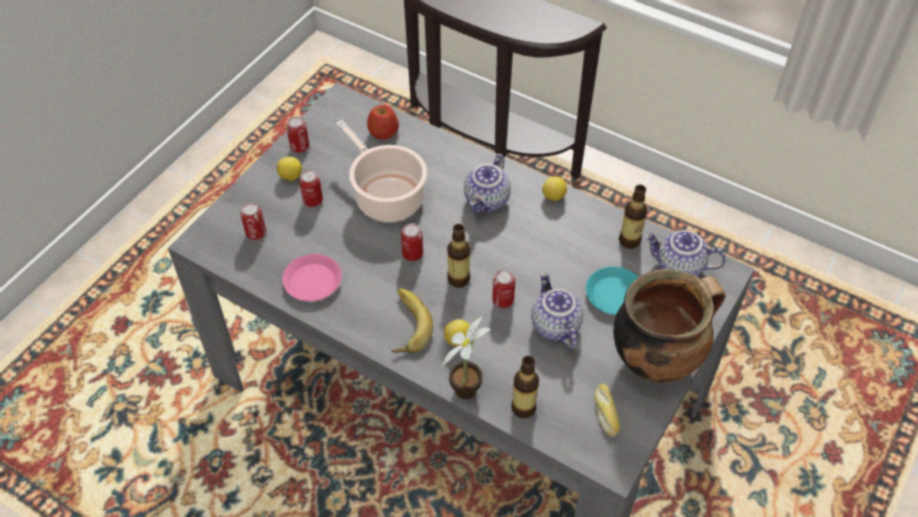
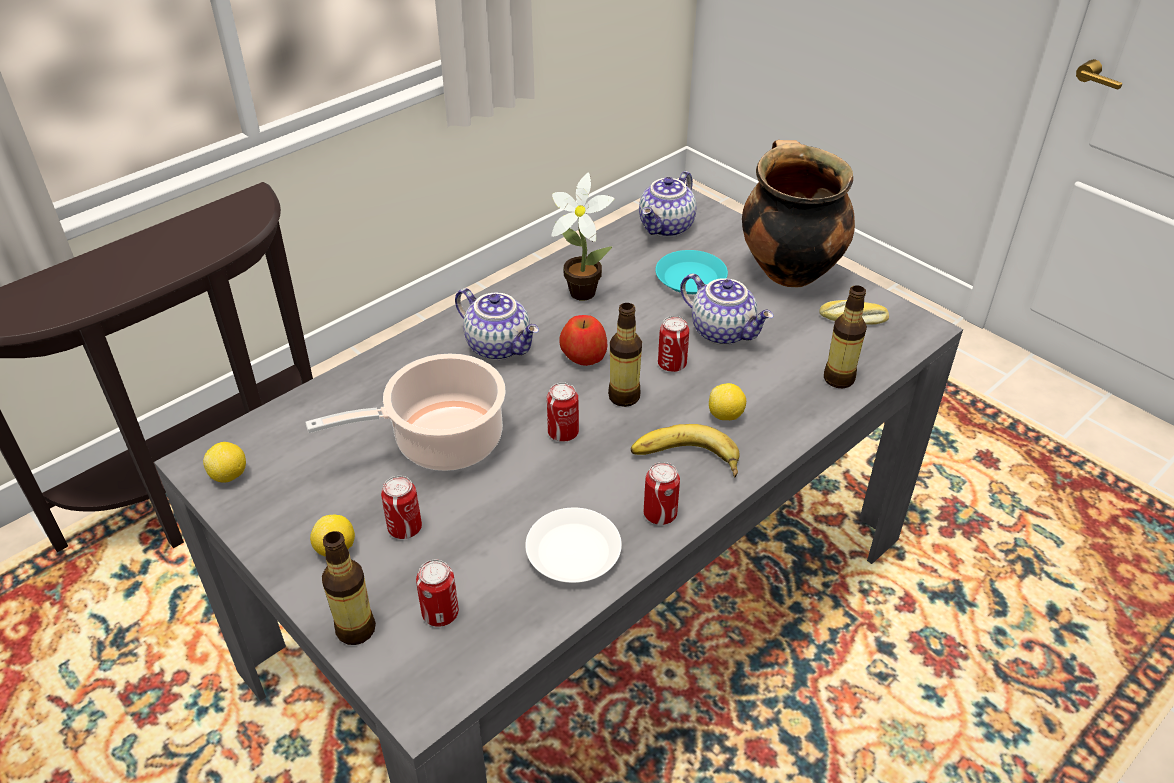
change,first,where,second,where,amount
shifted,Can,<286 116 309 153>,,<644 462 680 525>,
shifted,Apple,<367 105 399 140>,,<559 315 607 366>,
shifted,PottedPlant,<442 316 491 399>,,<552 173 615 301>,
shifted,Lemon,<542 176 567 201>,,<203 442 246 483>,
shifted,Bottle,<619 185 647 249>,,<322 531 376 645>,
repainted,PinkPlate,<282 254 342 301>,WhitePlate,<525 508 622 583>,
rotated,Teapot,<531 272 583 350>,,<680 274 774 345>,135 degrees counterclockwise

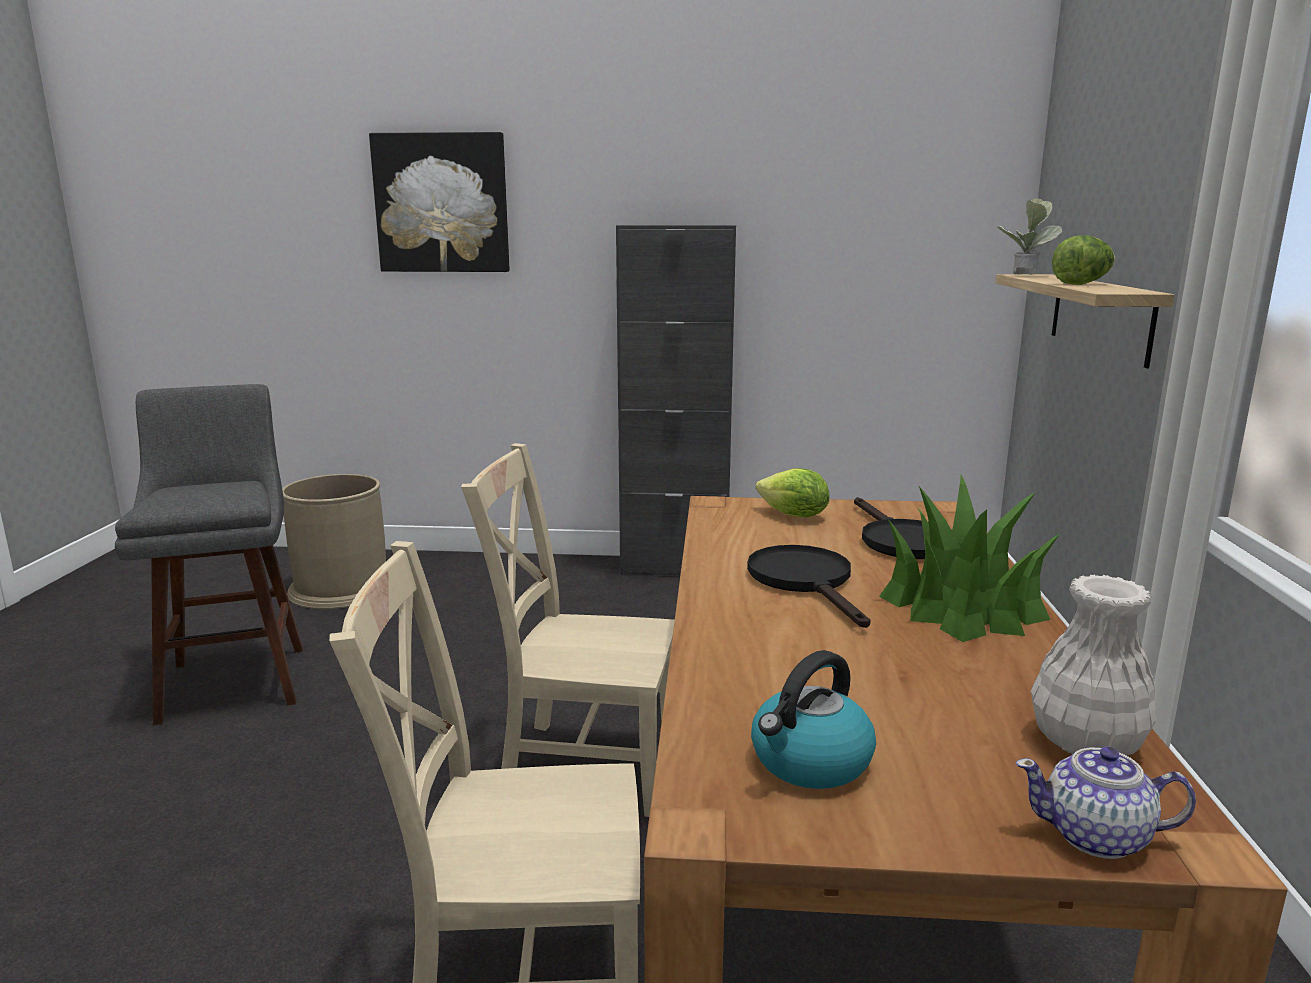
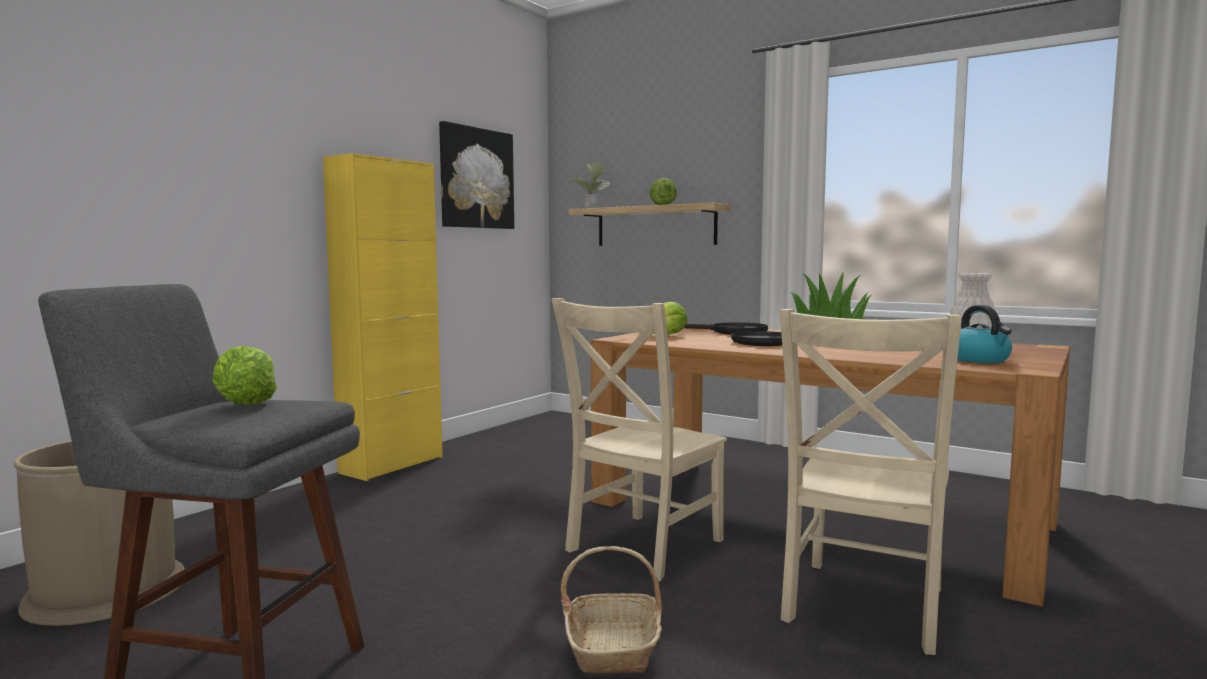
change,first,where,second,where,amount
gone,Teapot,<1016 747 1196 859>,,,
new,,,Lettuce,<212 346 277 405>,
new,,,Basket,<561 546 662 673>,
shifted,Picture,<369 132 510 272>,,<439 121 514 229>,
repainted,BlackCabinet,<616 225 736 575>,YellowCabinet,<323 153 443 481>,

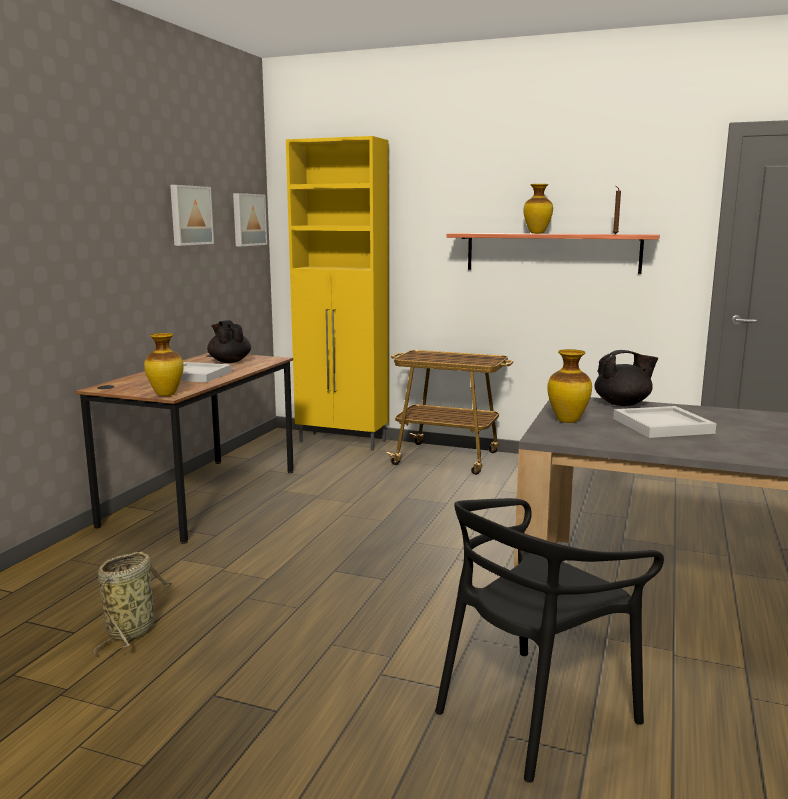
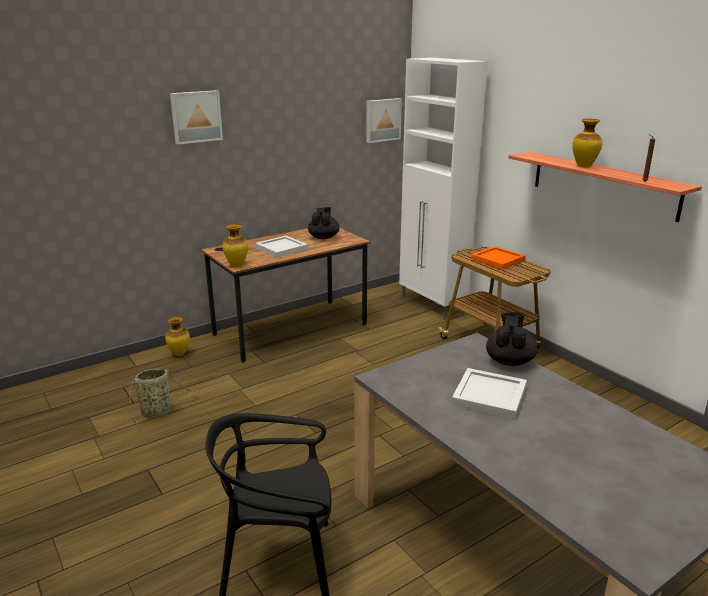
change,first,where,second,where,amount
new,,,OrangeTray,<471 246 526 270>,
shifted,Picture,<170 185 214 246>,,<170 90 223 144>,
shifted,Vase,<547 349 592 423>,,<165 316 190 356>,
repainted,YellowCabinet,<286 136 389 451>,WhiteCabinet,<399 58 488 320>,
rotated,BlackTeapot,<595 350 658 406>,,<486 312 538 366>,105 degrees counterclockwise

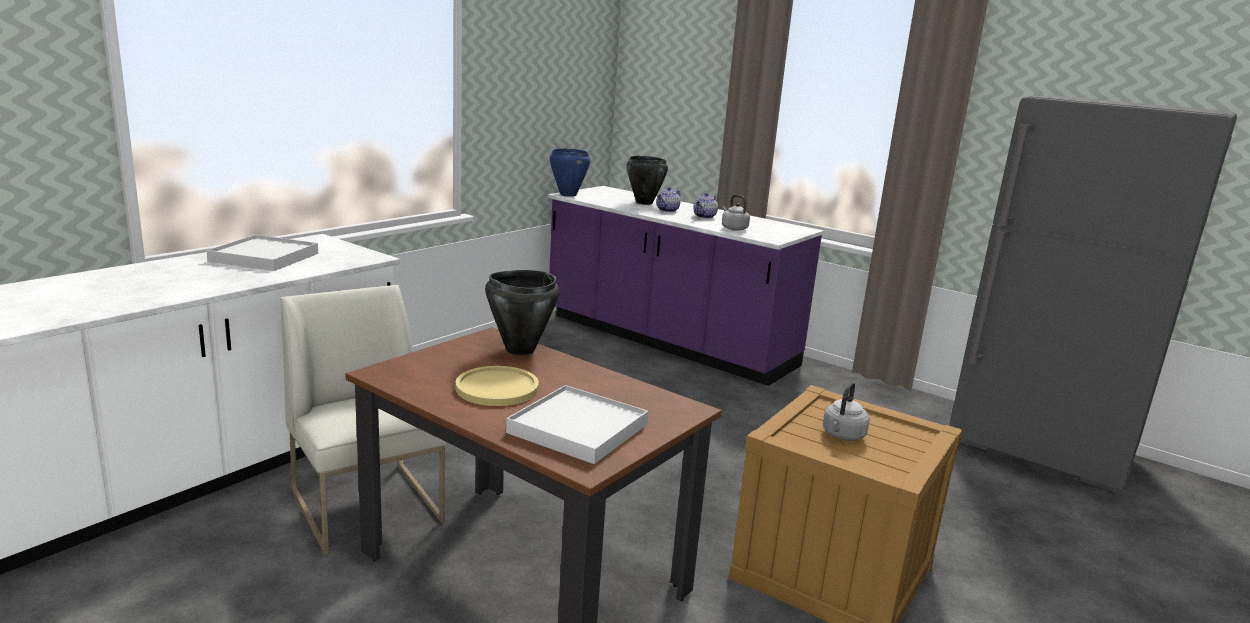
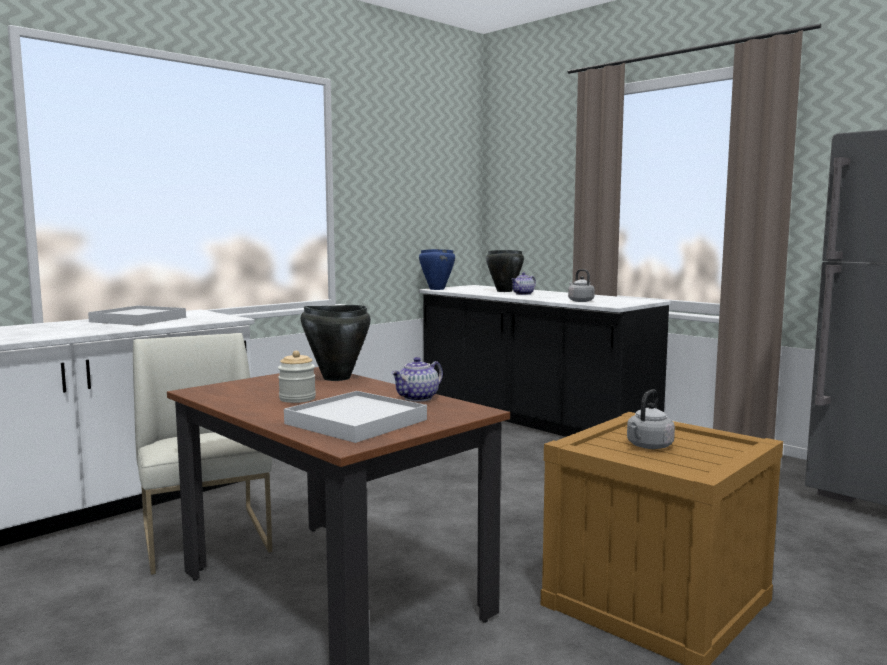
change,first,where,second,where,amount
shifted,Teapot,<693 193 718 219>,,<391 357 443 402>,
swapped,YellowPlate,<456 366 539 406>,Jar,<278 351 316 403>,
repainted,PurpleCounter,<548 186 824 386>,BlackCounter,<419 285 671 437>,

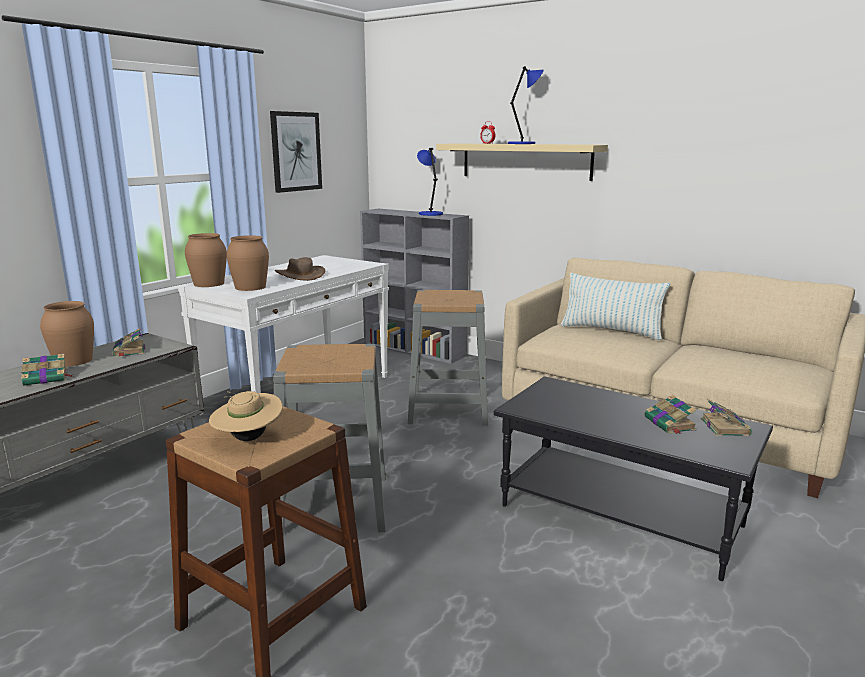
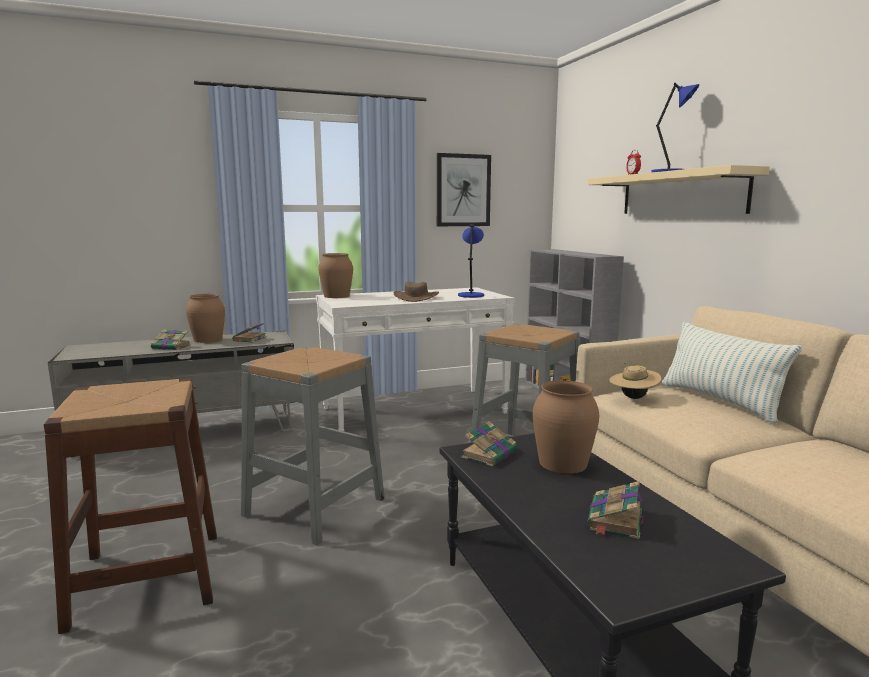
change,first,where,second,where,amount
shifted,BeigeHat,<209 391 283 441>,,<609 363 661 399>,
shifted,BrownVase,<227 235 269 291>,,<533 380 599 474>,
shifted,BlueTableLamp,<417 148 443 216>,,<458 225 484 298>,
shifted,Book,<701 399 752 436>,,<461 421 517 466>,

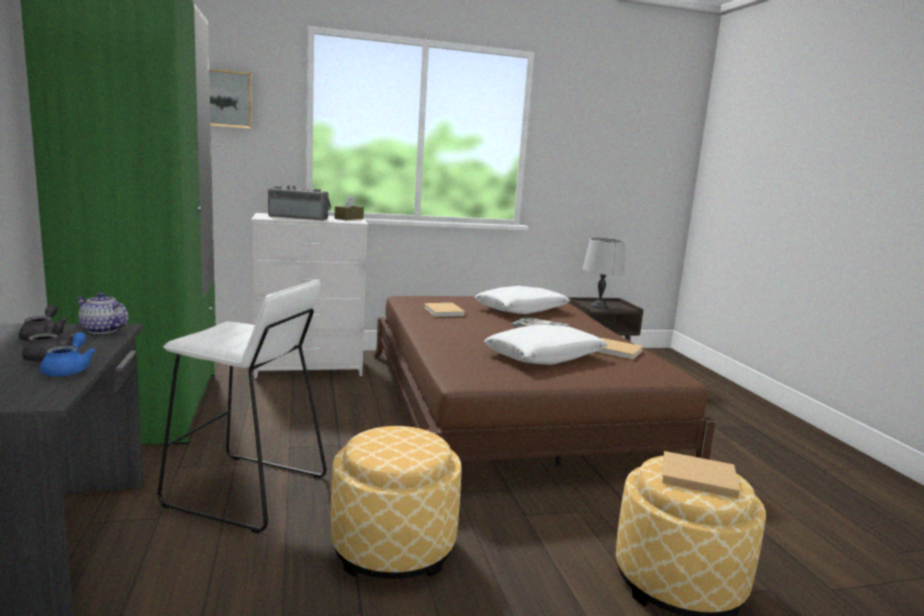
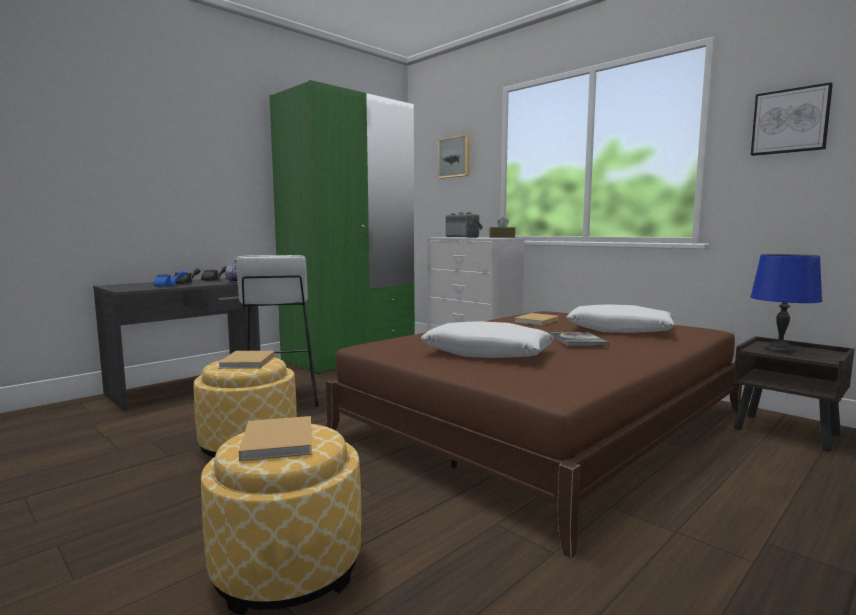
change,first,where,second,where,amount
new,,,Picture,<751 82 833 156>,
shifted,BeigeBook,<597 338 643 360>,,<218 351 275 369>,
repainted,GreyTableLamp,<583 238 625 309>,BlueTableLamp,<750 254 822 353>,

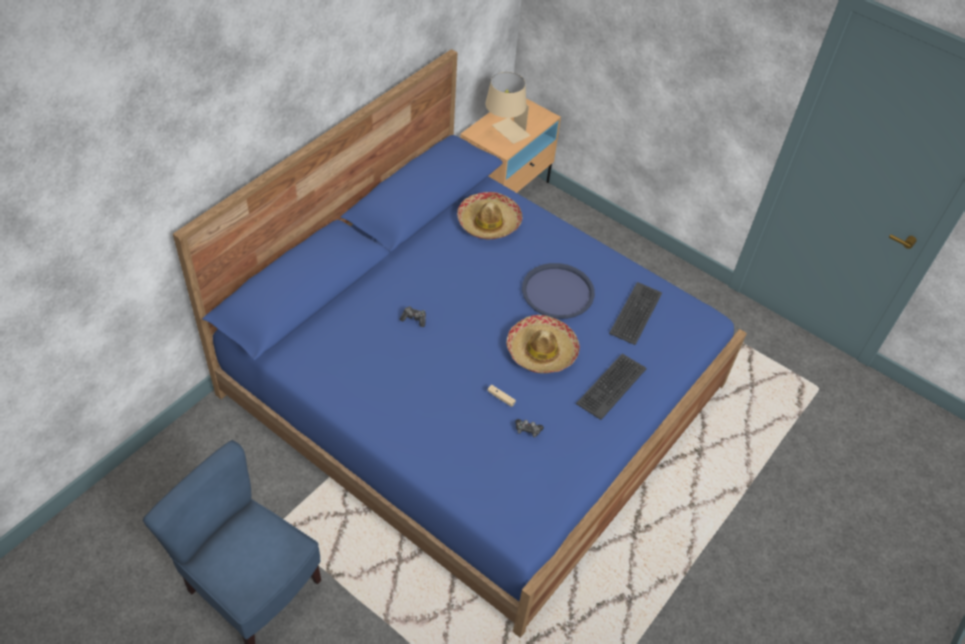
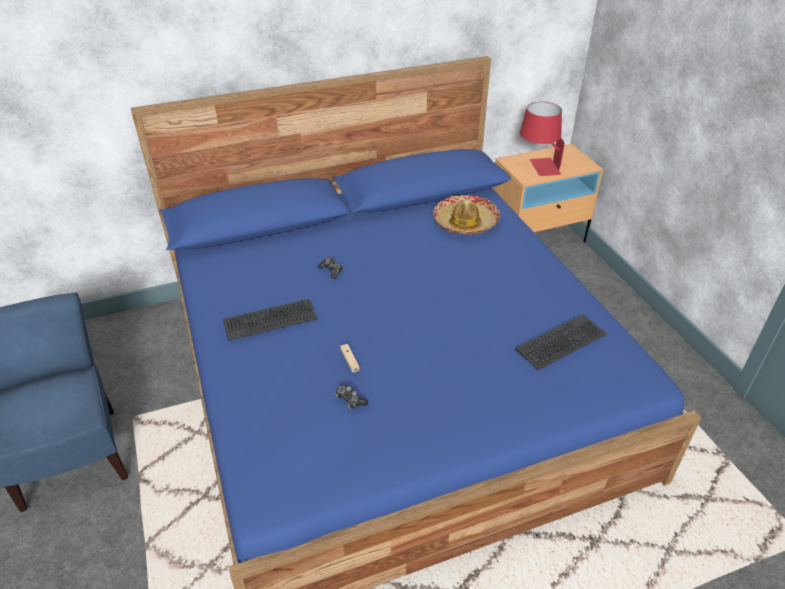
change,first,where,second,where,amount
gone,Hat,<506 315 580 373>,,,
gone,BlueTray,<522 263 595 319>,,,
shifted,Keyboard,<576 354 647 420>,,<223 299 318 341>,
repainted,BeigeTableLamp,<485 72 530 144>,RedTableLamp,<520 102 565 176>,

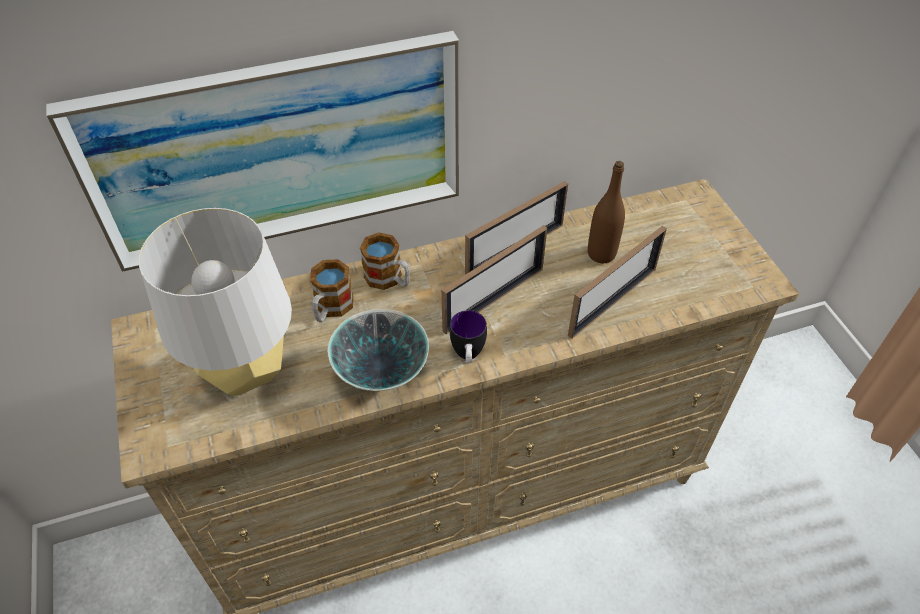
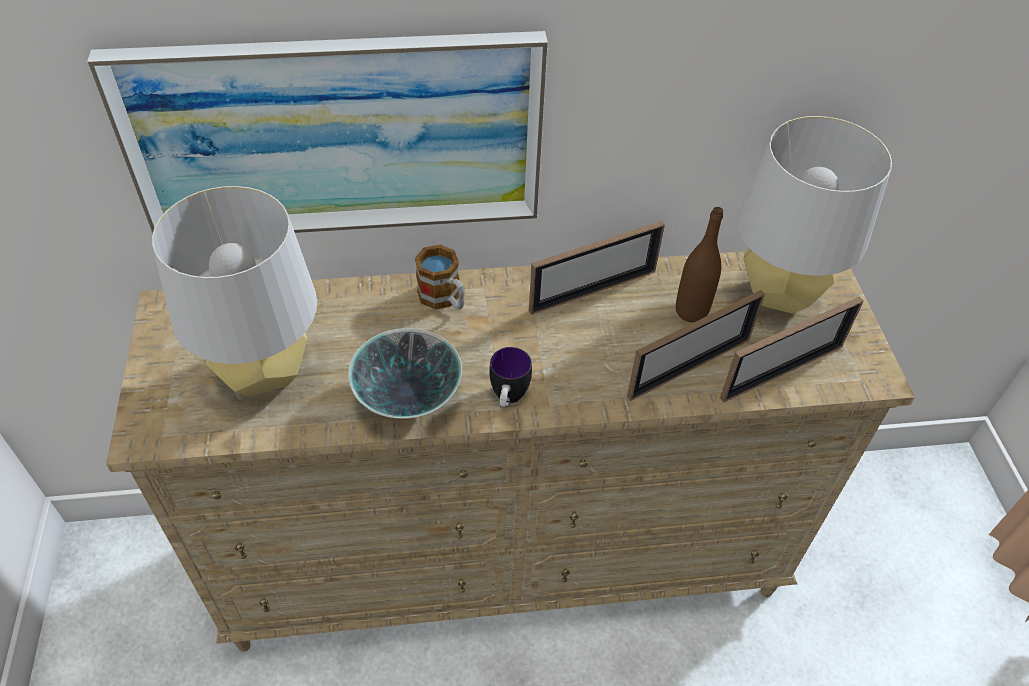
change,first,where,second,where,amount
gone,Mug,<310 259 354 322>,,,
new,,,GreyTableLamp,<738 116 892 313>,
shifted,PictureFrame,<441 225 547 334>,,<720 297 864 402>,

